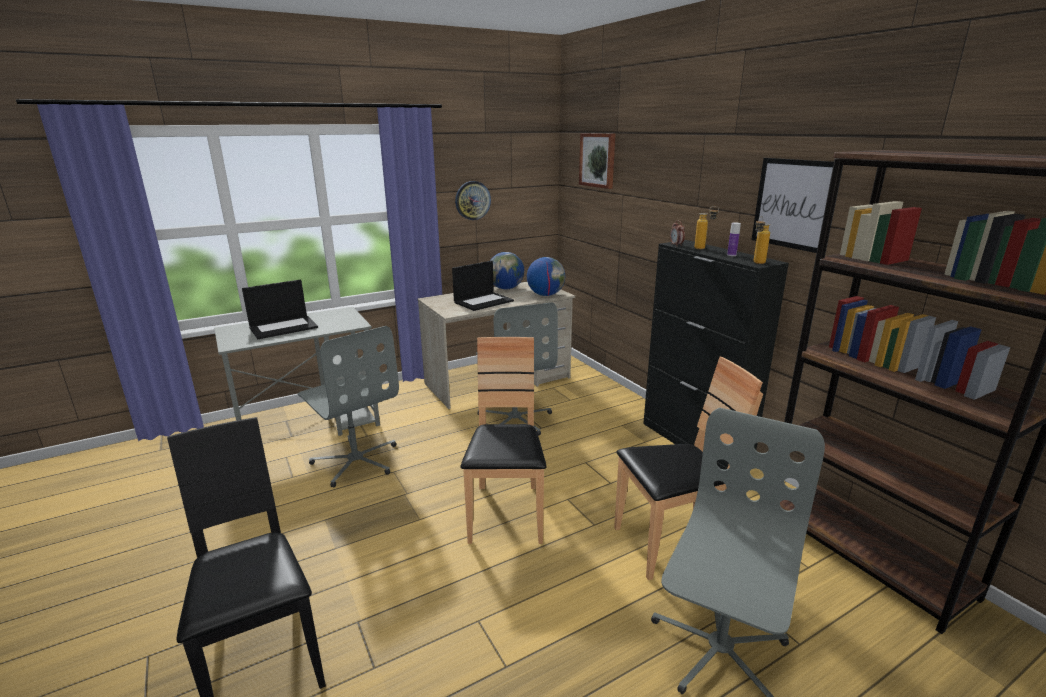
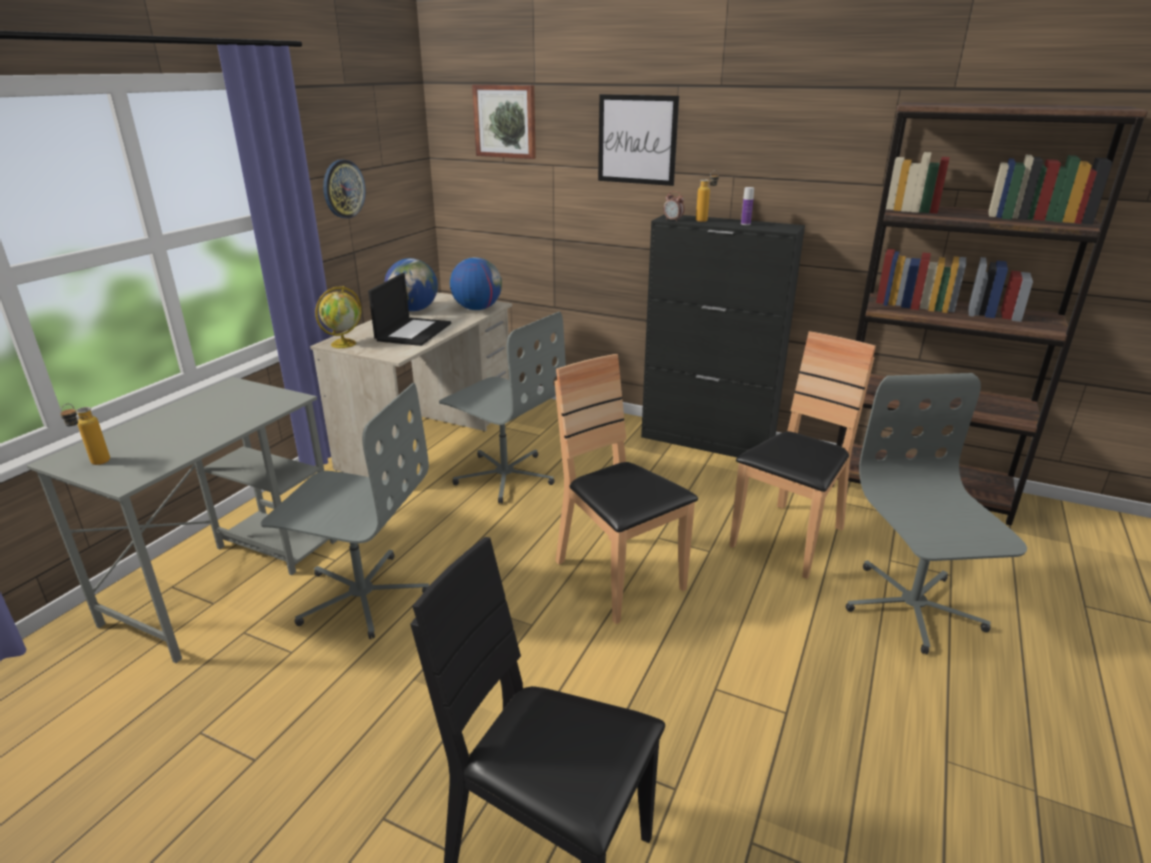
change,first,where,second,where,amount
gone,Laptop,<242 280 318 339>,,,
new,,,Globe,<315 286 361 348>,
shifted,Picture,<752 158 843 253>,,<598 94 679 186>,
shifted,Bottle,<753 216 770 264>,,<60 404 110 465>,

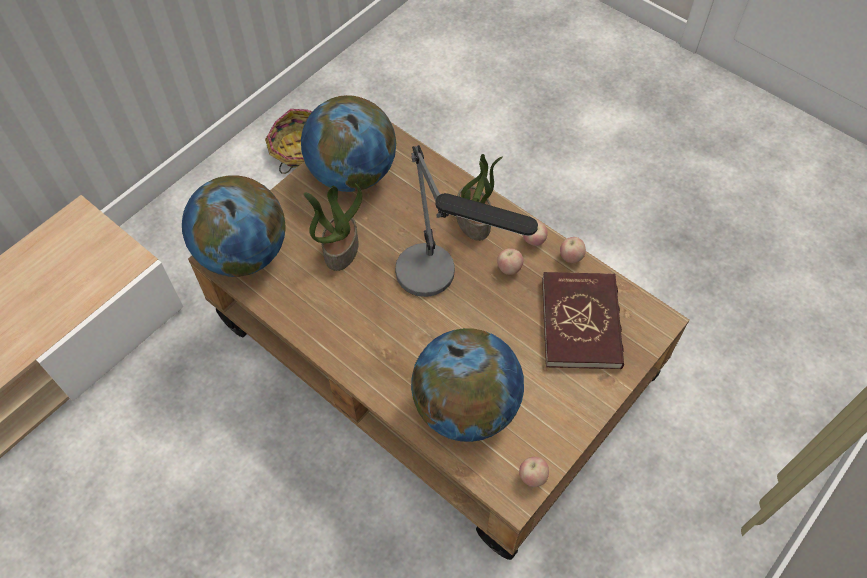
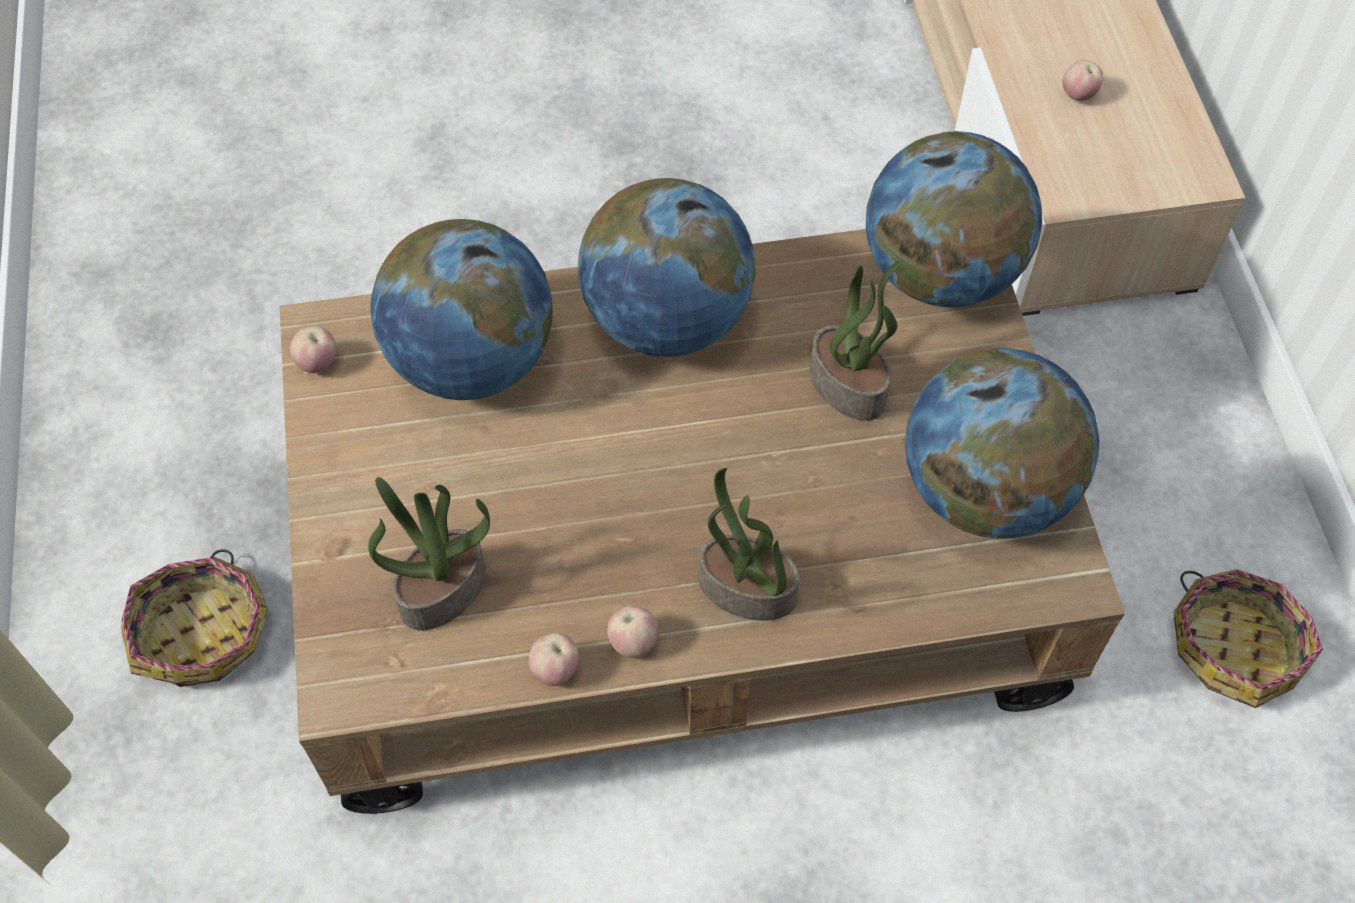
change,first,where,second,where,amount
gone,TableLamp,<395 145 538 297>,,,
new,,,Basket,<121 549 268 687>,
new,,,Globe,<578 178 755 357>,
shifted,Apple,<497 248 523 275>,,<1062 60 1103 101>,
swapped,RedBook,<542 272 624 369>,PottedPlant,<368 477 490 630>,

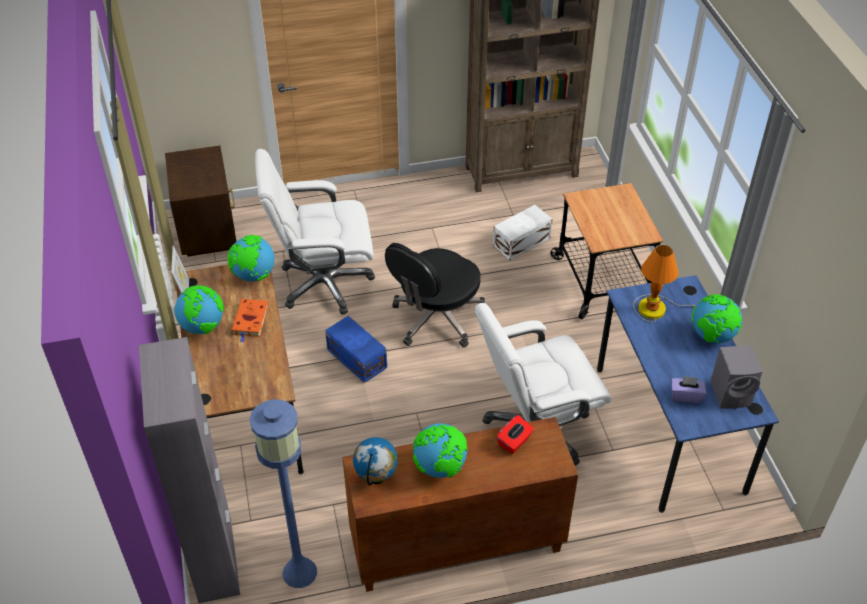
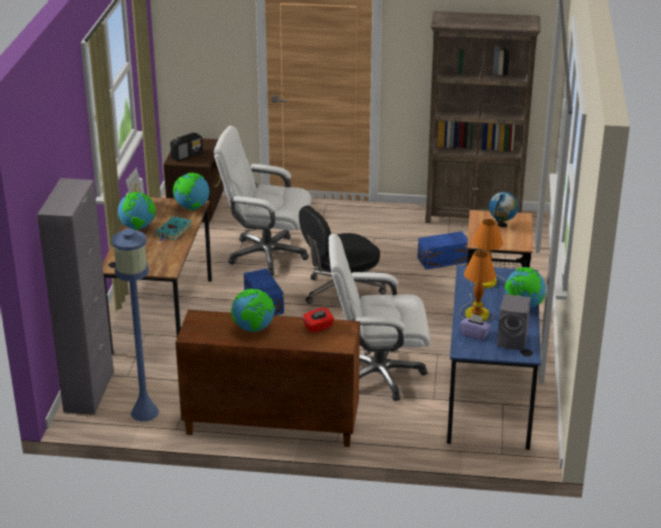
change,first,where,second,where,amount
new,,,Radio,<170 133 203 162>,
new,,,TableLamp,<460 250 496 322>,
shifted,Globe,<353 437 398 485>,,<489 192 518 227>,
repainted,OrangeBook,<231 299 269 343>,TurquoiseBook,<155 216 192 241>,
repainted,WhiteStorageBox,<493 205 553 260>,BlueStorageBox,<418 231 468 270>,

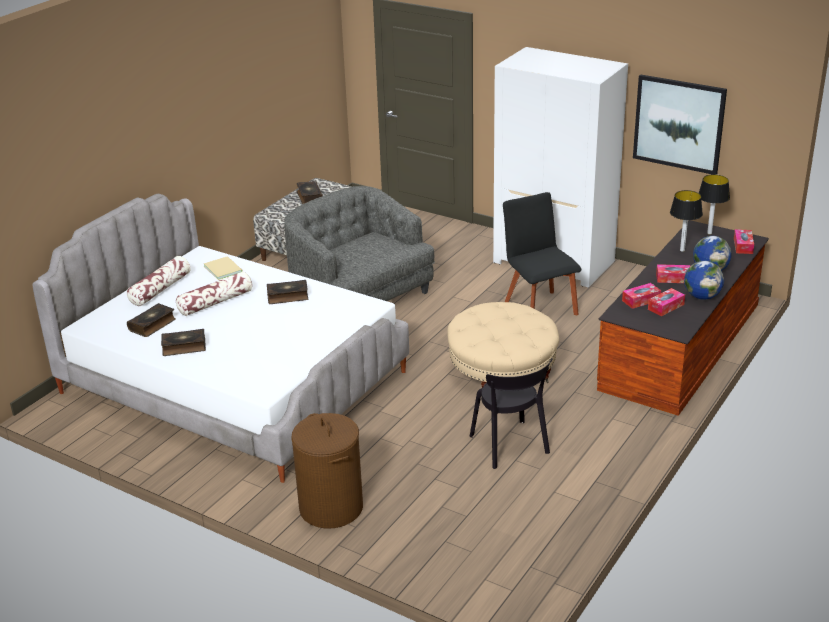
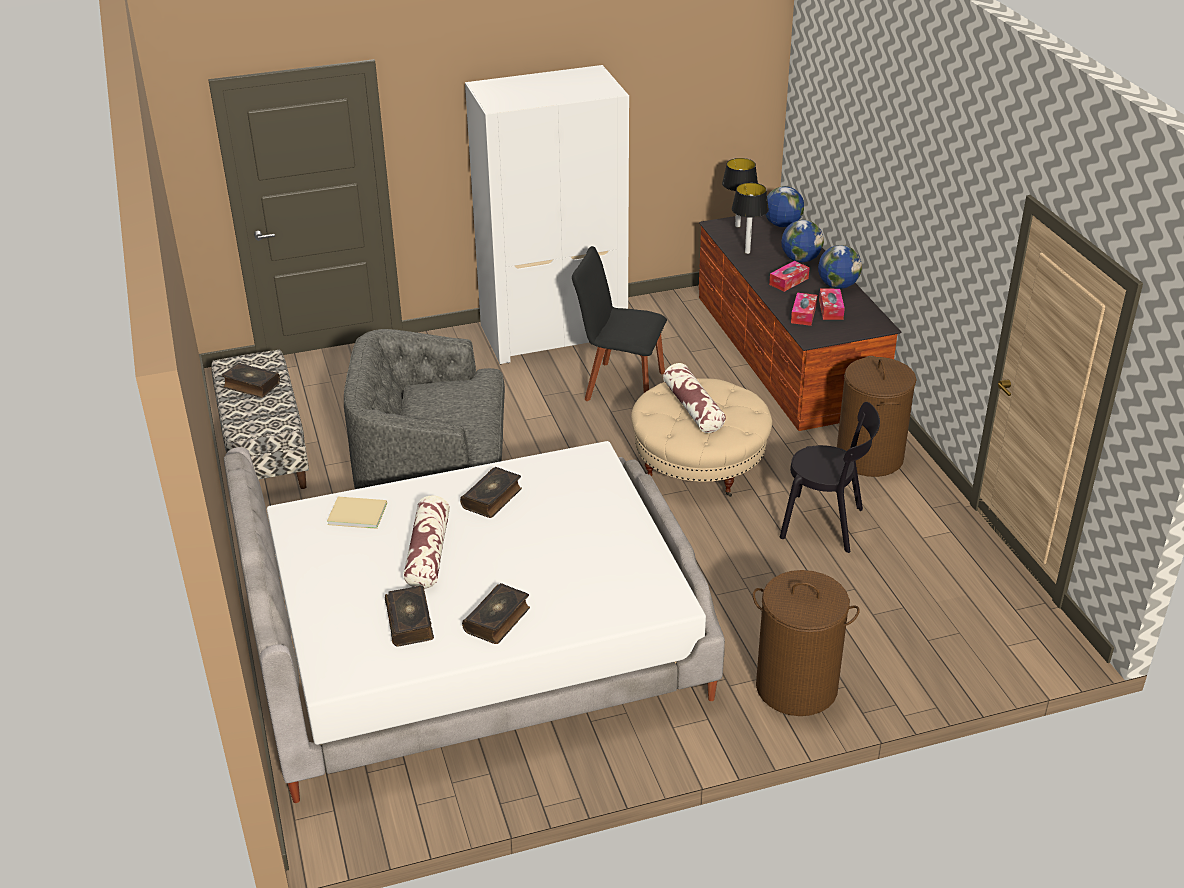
change,first,where,second,where,amount
gone,Picture,<633 74 727 175>,,,
new,,,BrownLaundryBasket,<837 356 917 477>,
shifted,Pillow,<127 256 191 306>,,<663 363 726 433>,
swapped,TissueBox,<734 229 754 254>,Globe,<765 186 804 227>,

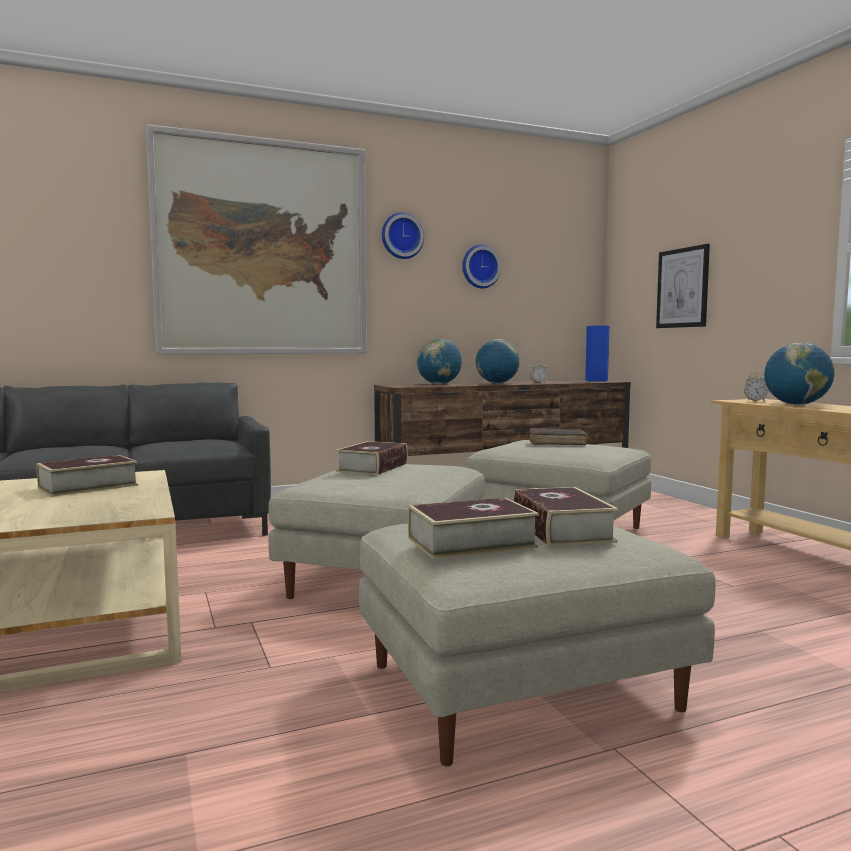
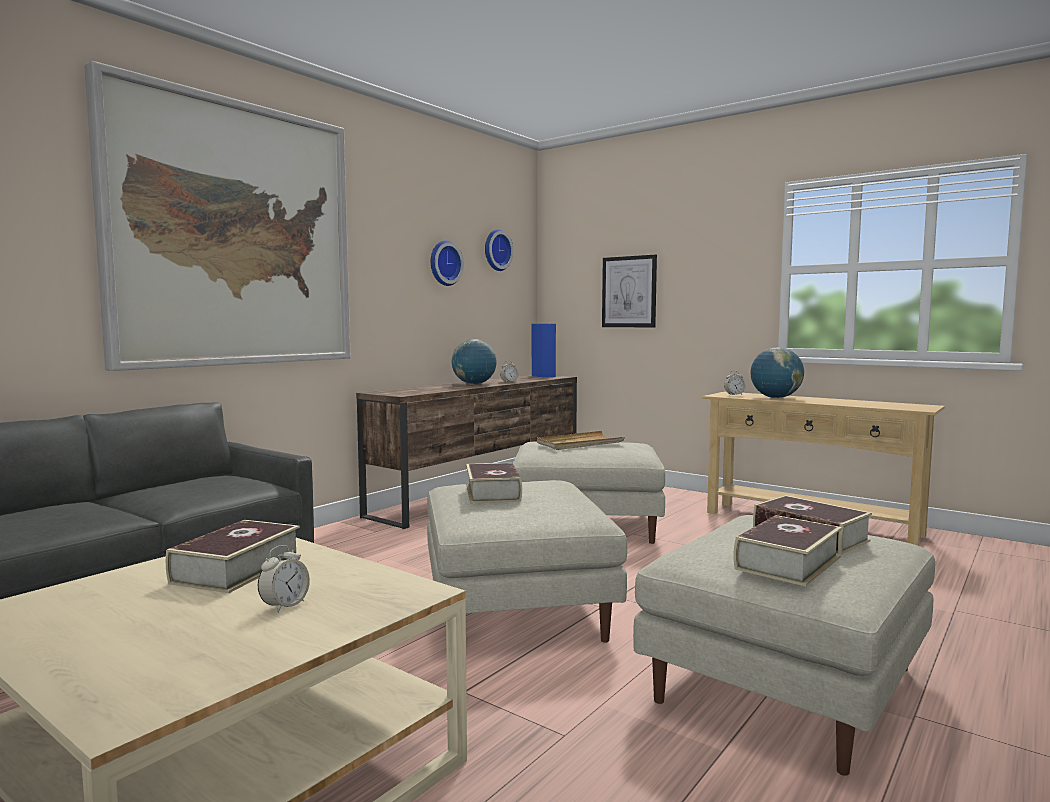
change,first,where,second,where,amount
gone,Globe,<417 339 462 385>,,,
new,,,AlarmClock,<258 545 310 613>,
shifted,WallClock,<382 213 424 259>,,<485 229 514 271>,
swapped,BrownBook,<529 428 587 446>,BeigeTray,<537 431 625 450>,

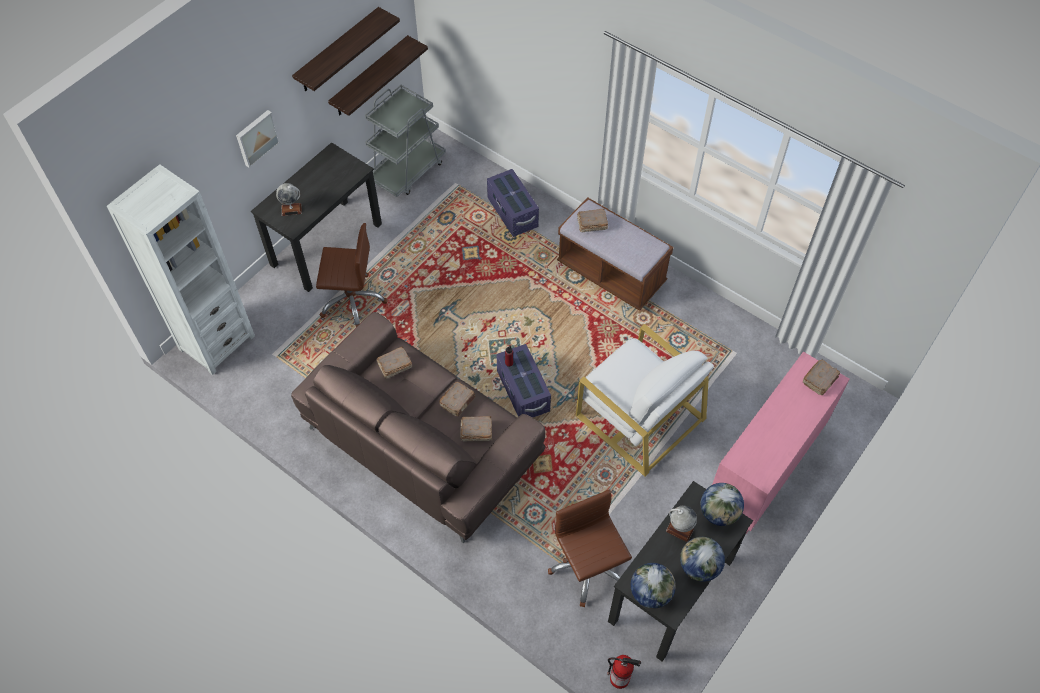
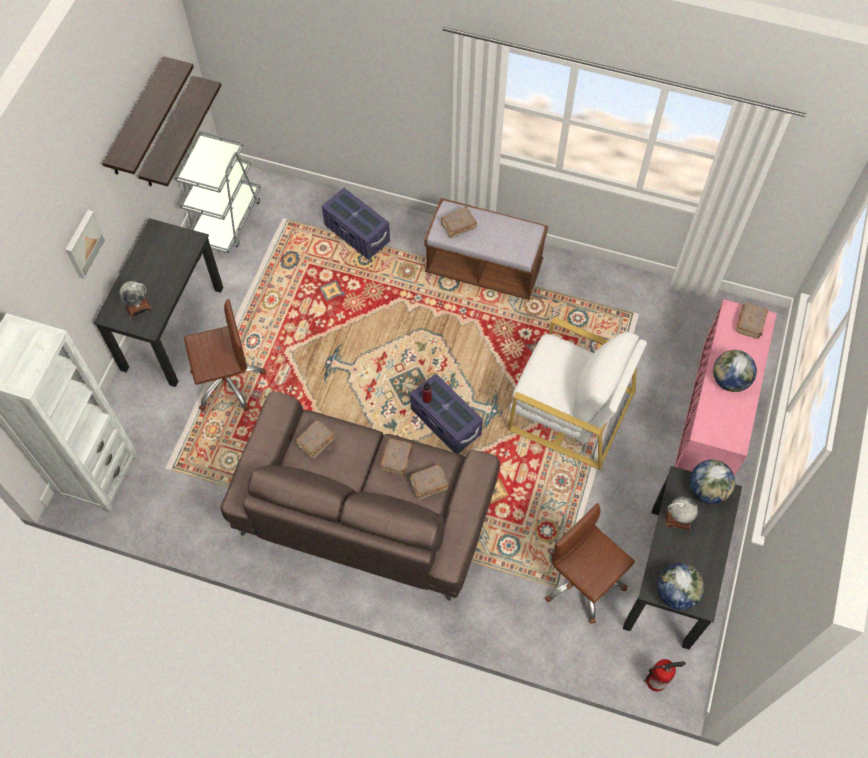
change,first,where,second,where,amount
shifted,Globe,<680 537 725 582>,,<713 350 757 392>,

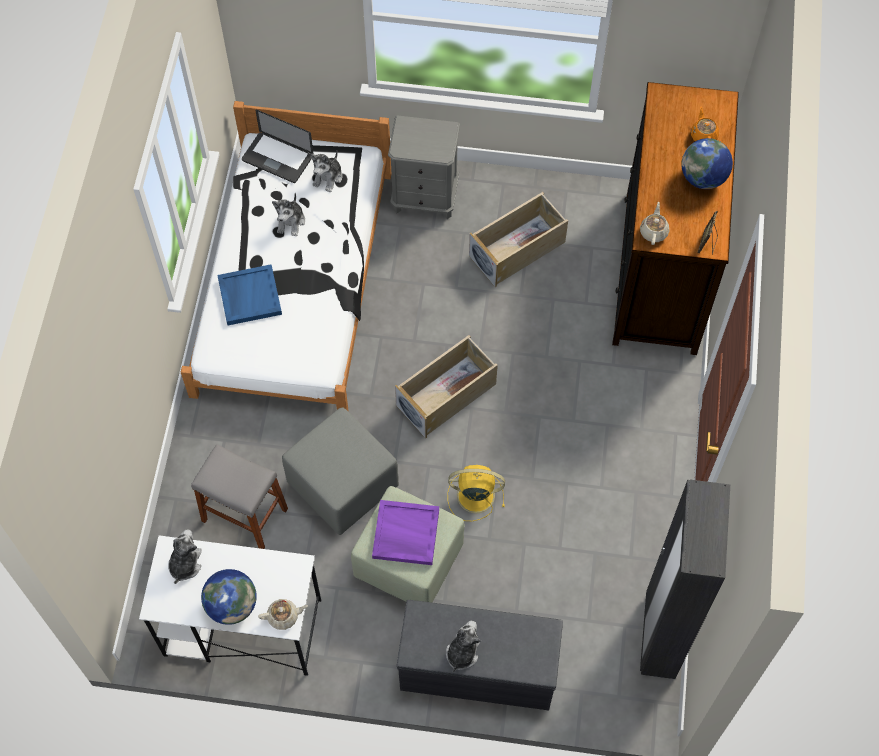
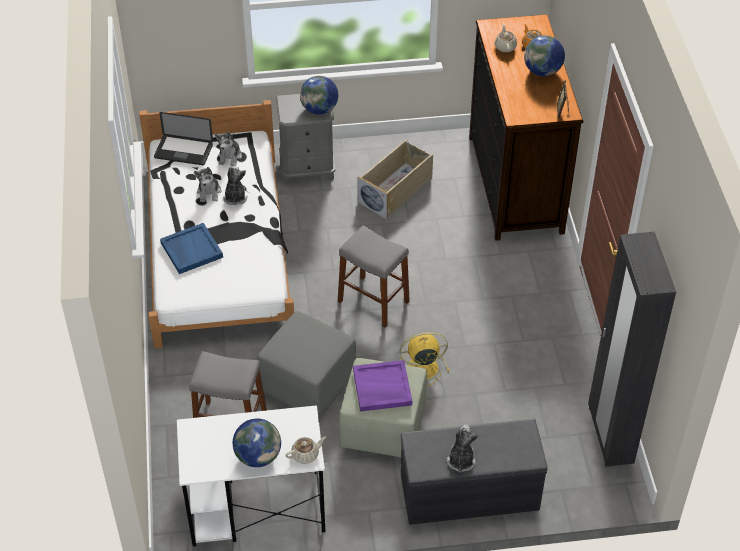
change,first,where,second,where,amount
new,,,Globe,<300 76 338 115>,
shifted,PlushToy,<168 529 202 584>,,<223 166 248 205>,
shifted,BeigeTeapot,<640 202 669 245>,,<495 24 517 52>,
swapped,BeigeStorageBox,<395 335 498 438>,GreyStool,<338 225 410 327>,

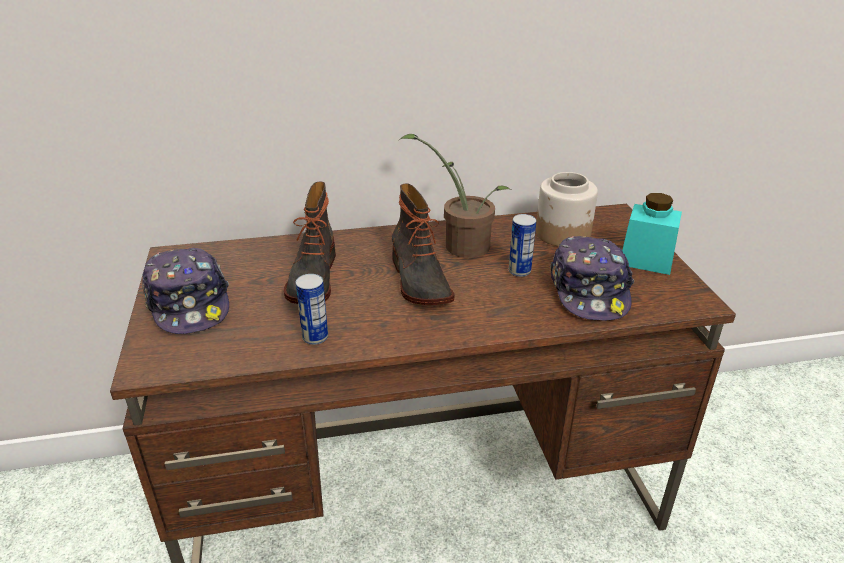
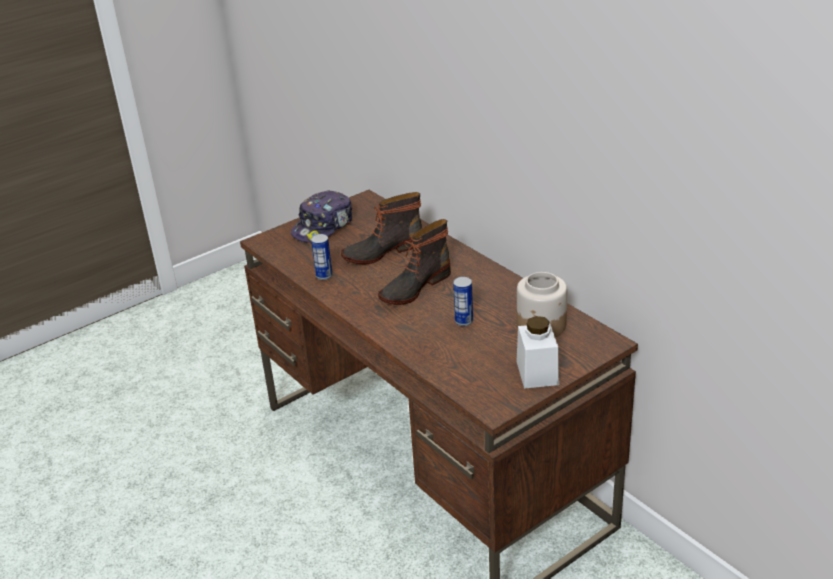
change,first,where,second,where,amount
gone,PottedPlant,<399 134 511 258>,,,
gone,Cap,<550 236 634 321>,,,
repainted,TurquoiseJar,<622 193 682 275>,WhiteJar,<517 316 559 389>,

